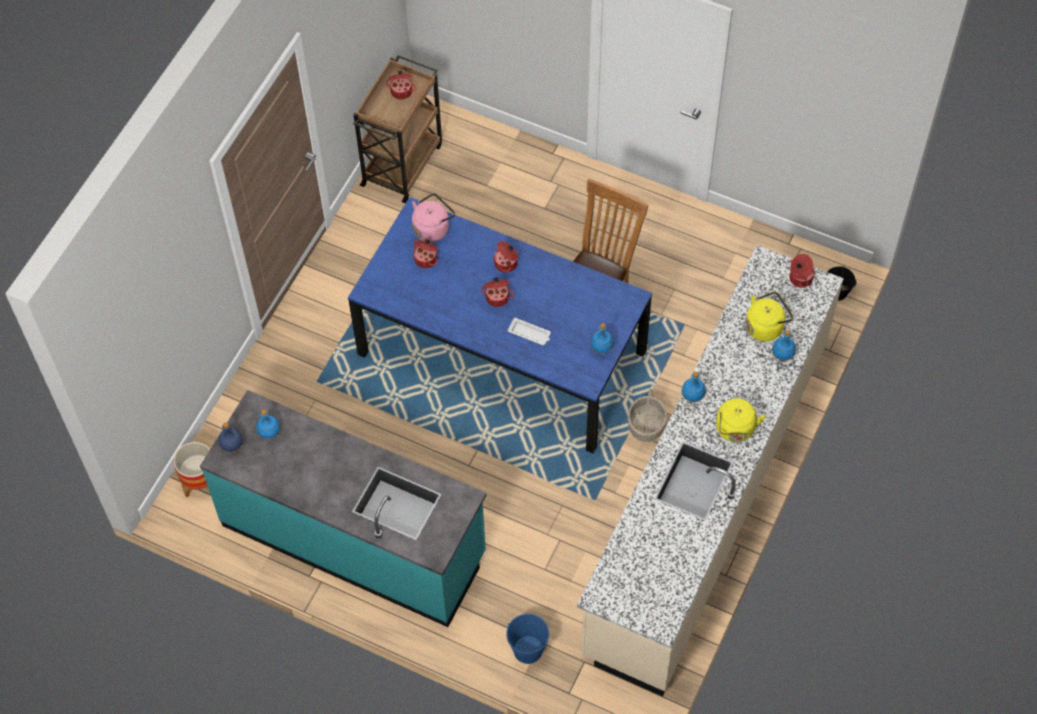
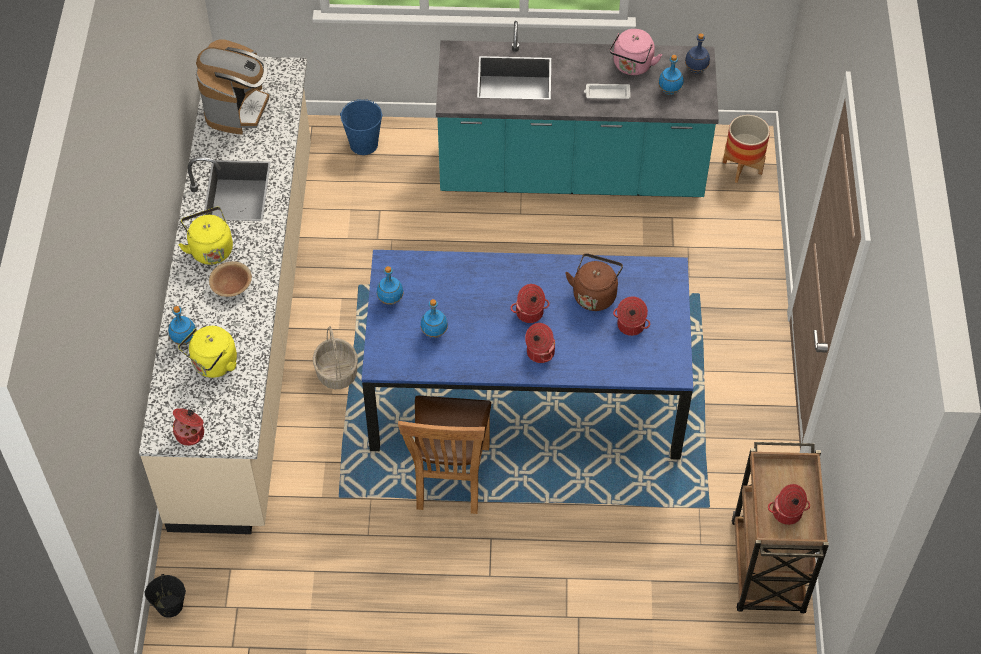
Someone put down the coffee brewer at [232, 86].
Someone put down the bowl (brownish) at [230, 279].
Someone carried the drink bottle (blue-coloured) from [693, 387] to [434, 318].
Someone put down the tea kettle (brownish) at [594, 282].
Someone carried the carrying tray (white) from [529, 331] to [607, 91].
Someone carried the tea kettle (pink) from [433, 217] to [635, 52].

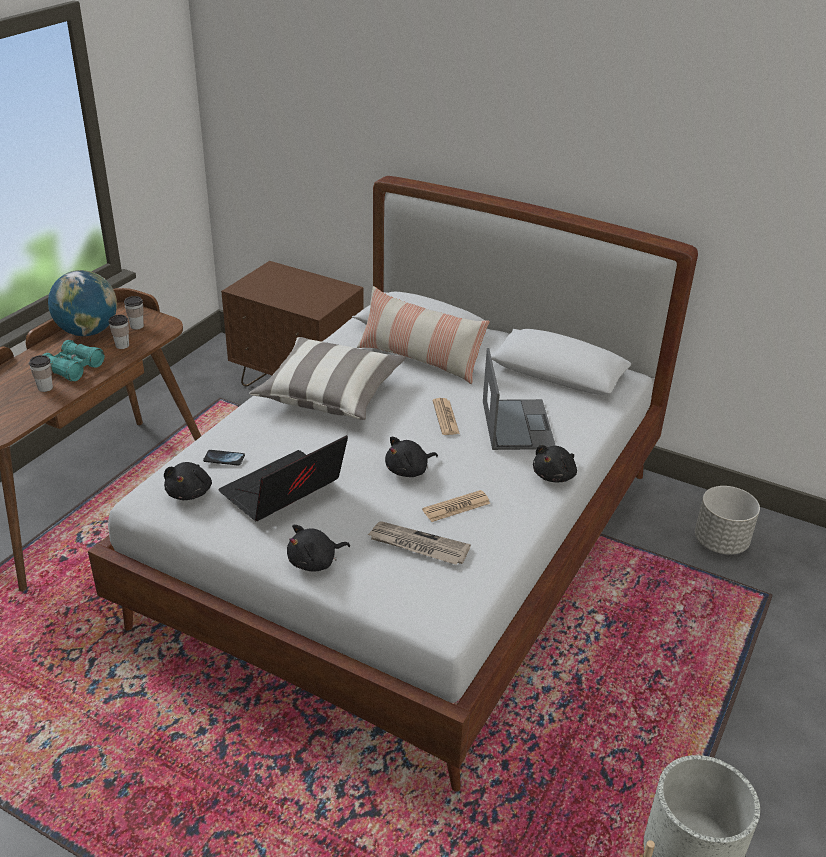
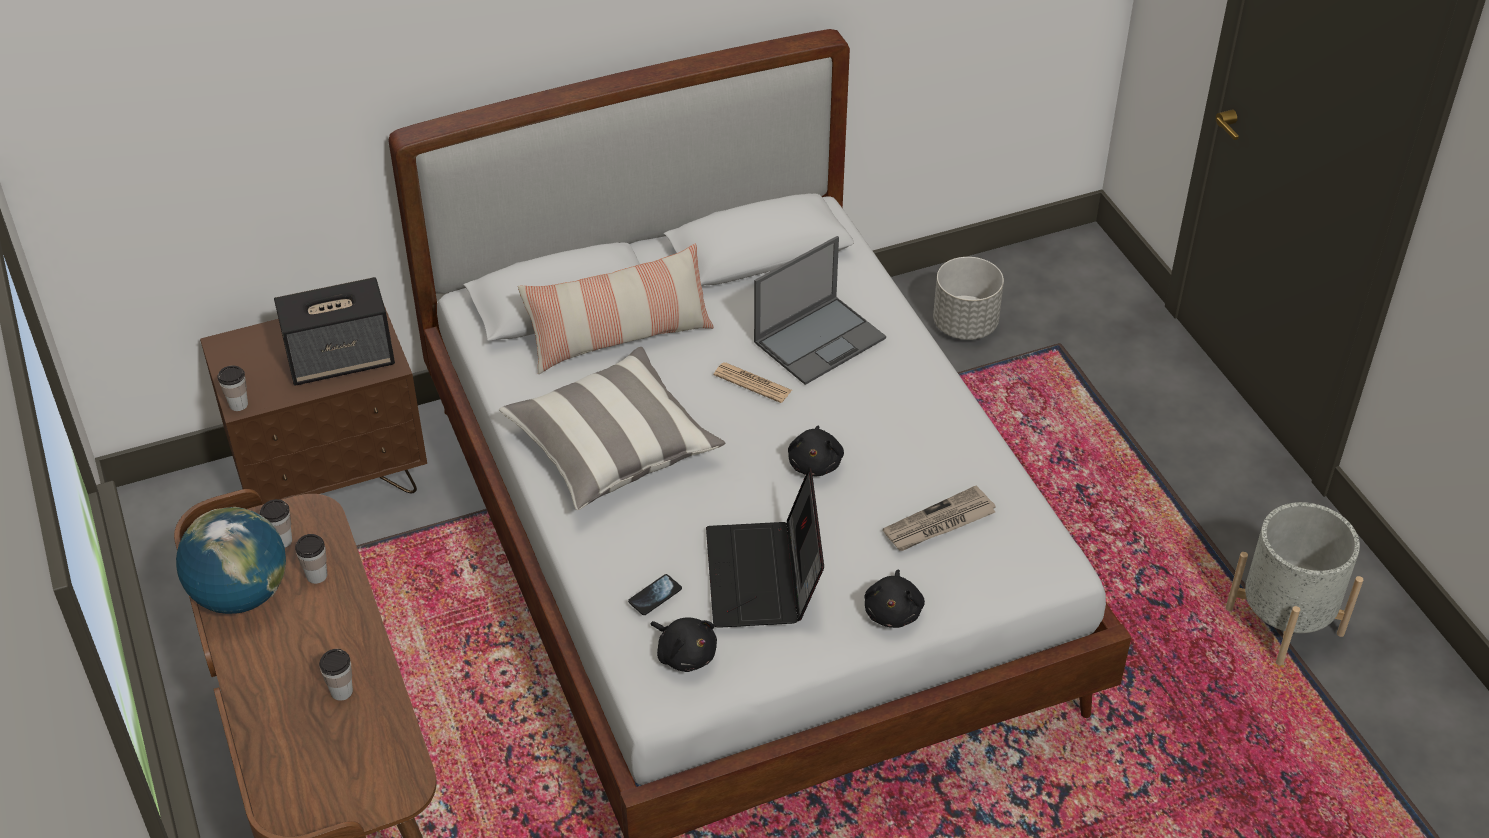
Someone put down the small cup at [232, 388].
Someone put down the audio speaker at [334, 331].
Someone rotated the portable computer at [519, 399] by 105 degrees clockwise.
Someone took away the pair of binoculars (blue-green) at [74, 361].
Someone took away the newspaper at [456, 506].
Someone took away the cuddly toy (blackish) at [555, 463].

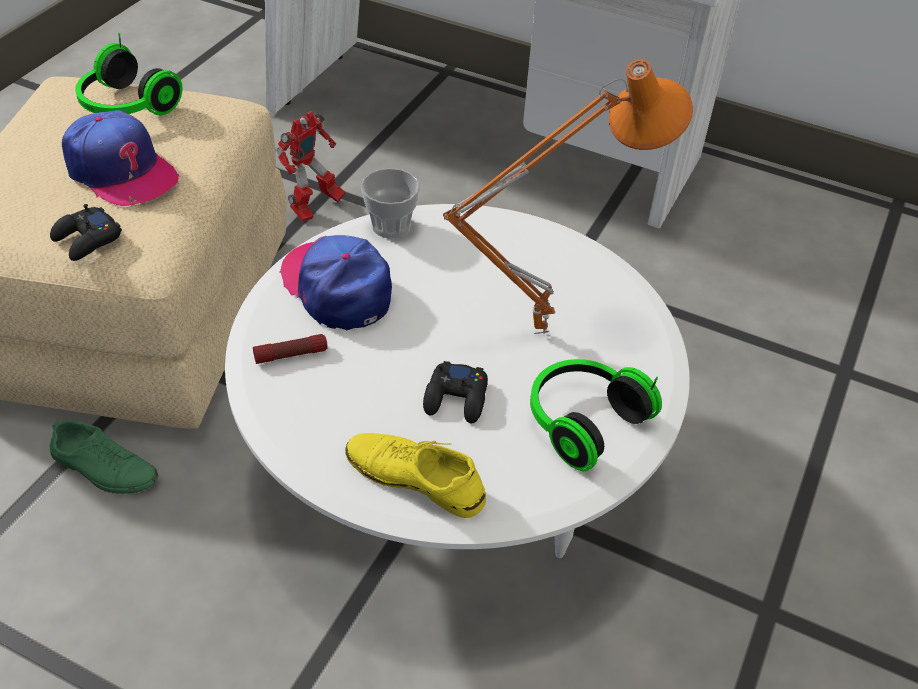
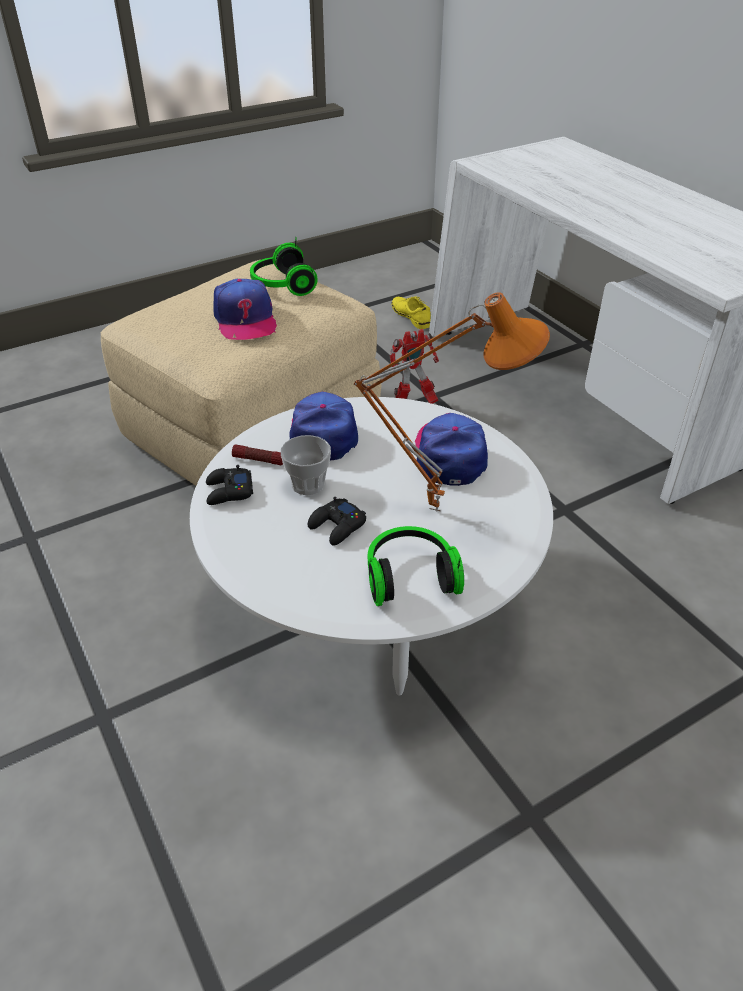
Someone carried the game controller (blackish) from [86, 232] to [229, 485].
Someone carried the small cup from [390, 203] to [306, 465].
Someone carried the low shoe (yellowish) from [415, 475] to [411, 312].
Someone put down the peaked cap at [451, 449].
Someone took away the low shoe (green-coloured) at [104, 457].

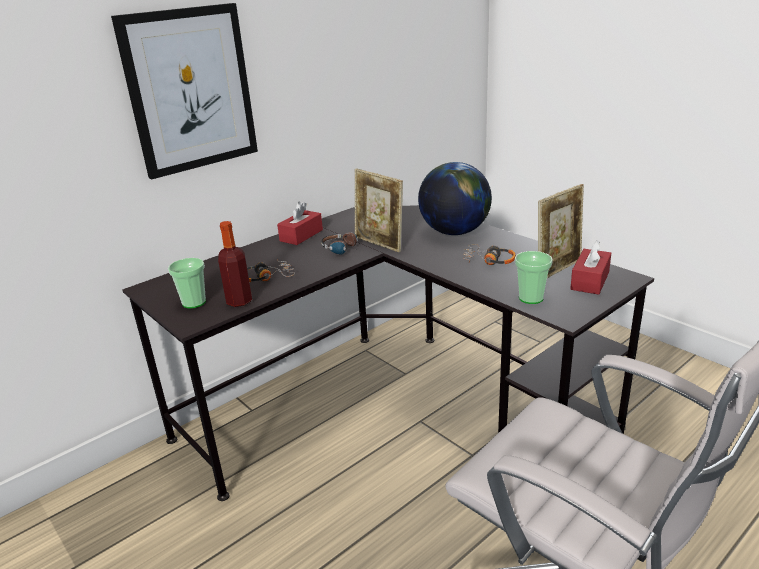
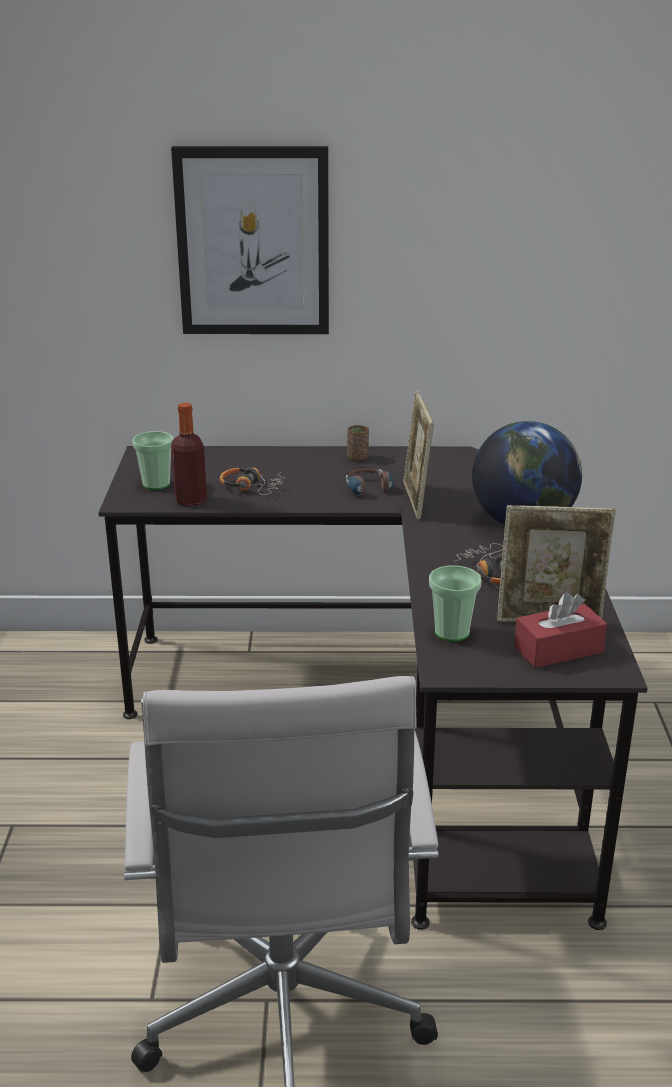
Someone swapped the box of tissues (reddish) at [300, 223] for the small cup (brownish) at [358, 443].

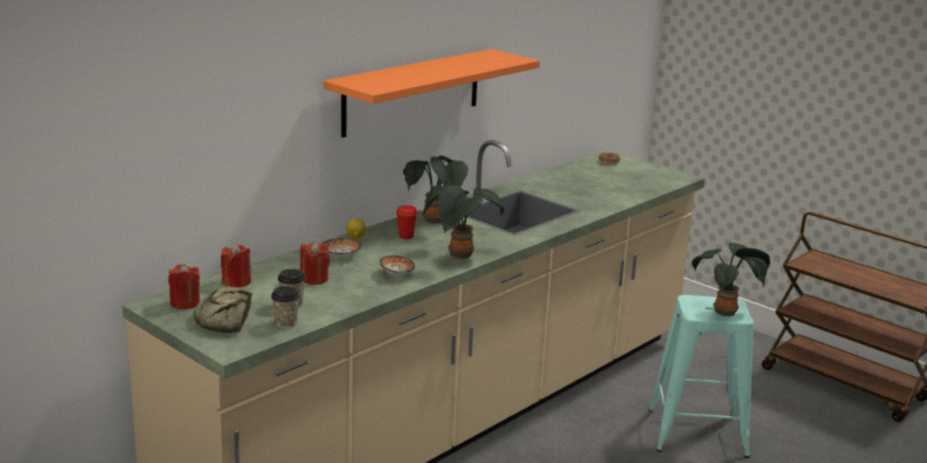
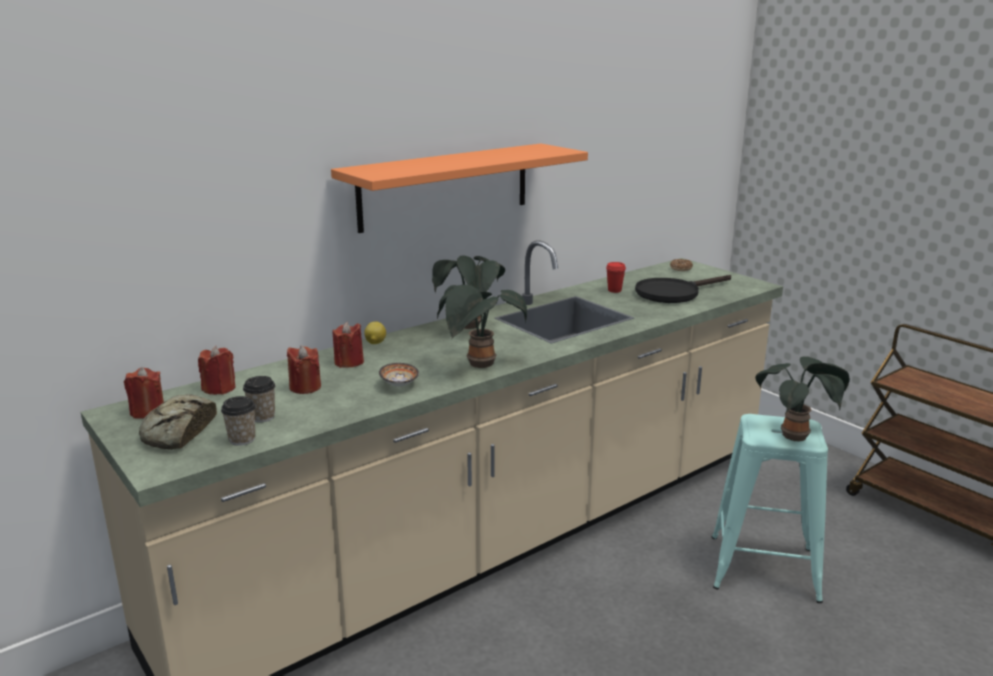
Someone swapped the bowl at [342, 247] for the candle (reddish) at [348, 345].
Someone carried the small cup (reddish) from [407, 222] to [616, 277].
Someone put down the pan (blackish) at [683, 289].

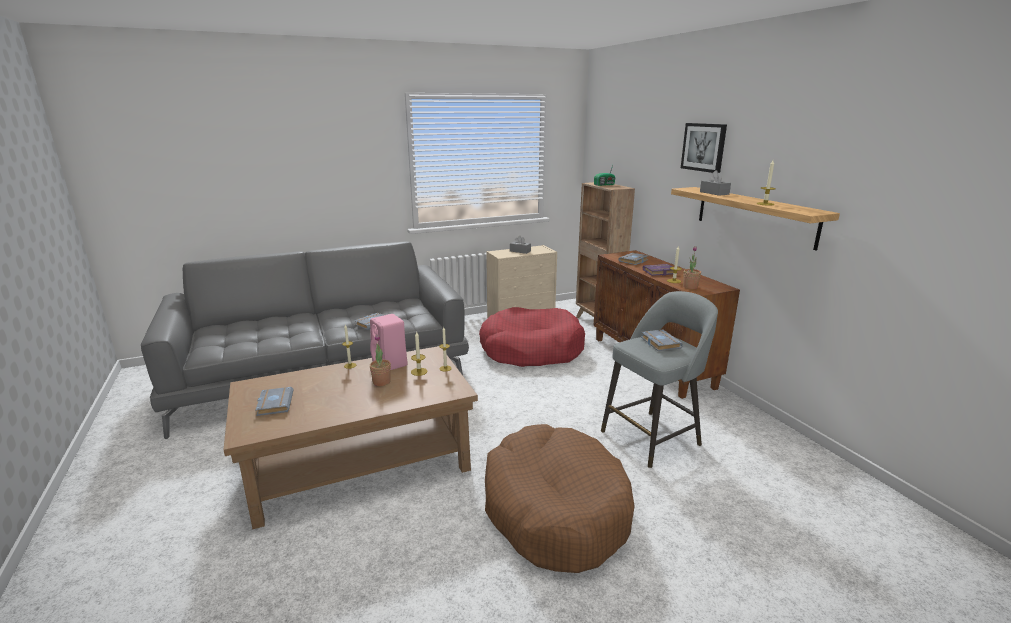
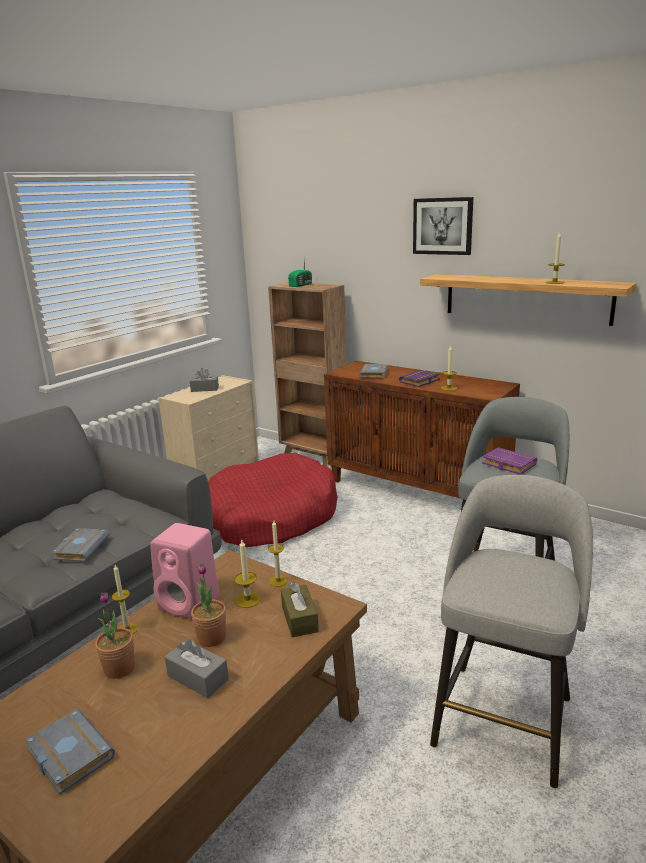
Someone carried the potted plant from [692, 267] to [115, 635].
Someone carried the box of tissues (gray) from [715, 183] to [197, 668].
Someone put down the box of tissues (brownish) at [300, 609].
Someone swapped the dog cushion (brownish) at [560, 498] for the stool seat (gray) at [511, 631].
Someone repainted the book (gray) at [662, 340], which became the book (purple) at [509, 461].

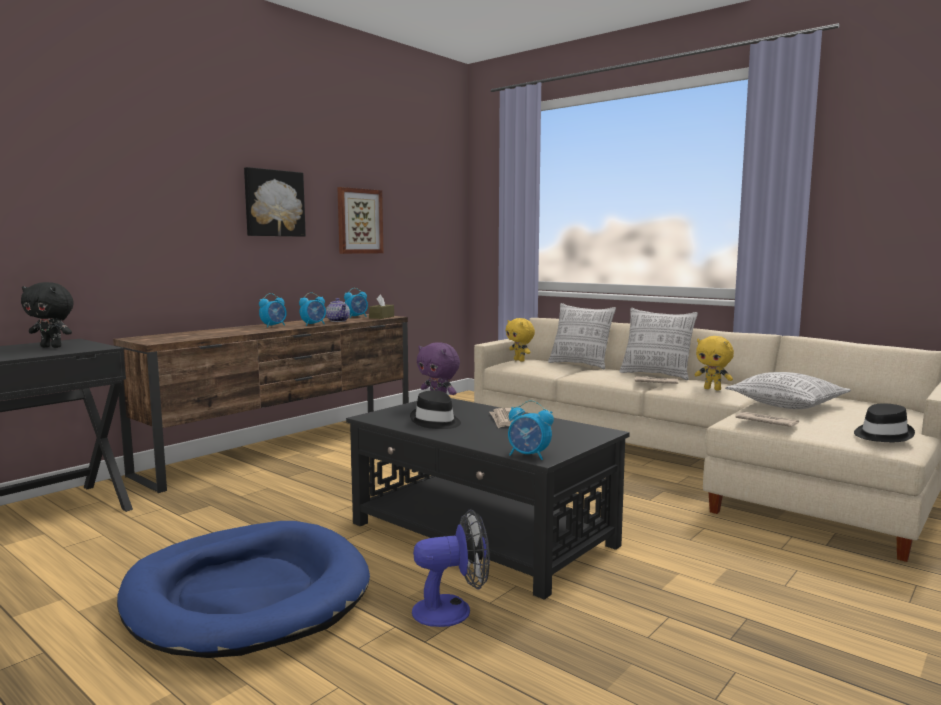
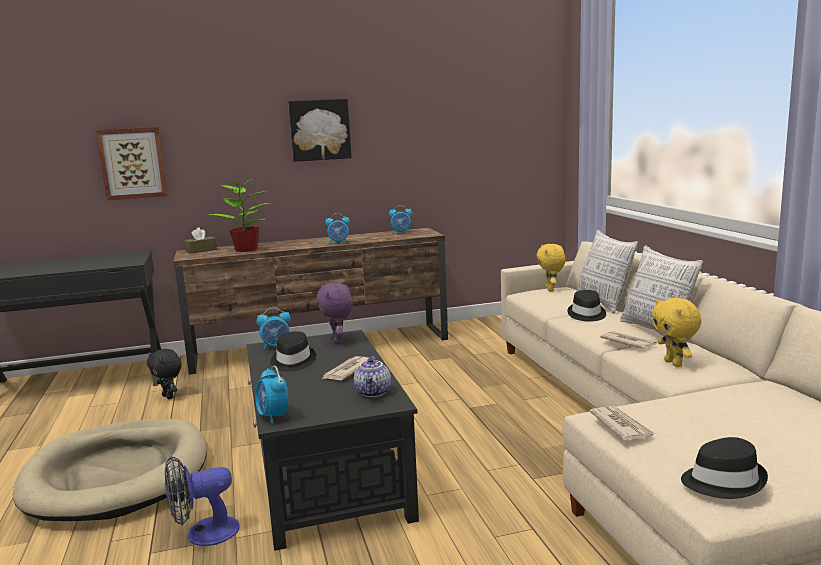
Someone repainted the dog cushion (blue-coloured) at [243, 589], which became the dog cushion (beige) at [110, 470].
Someone carried the wall art from [360, 220] to [132, 163].
Someone carried the cuddly toy (blackish) from [47, 315] to [164, 374].
Someone rotated the cooling fan at [451, 568] by 135 degrees clockwise.
Someone carried the box of tissues (brownish) from [381, 306] to [200, 240].
Someone put down the potted plant at [240, 214].
Someone carried the table clock from [273, 310] to [273, 328].
Someone carried the tea pot from [338, 310] to [372, 376].
Someone put down the wearable hat (blackish) at [586, 306].
Someone took away the throw pillow at [788, 390].

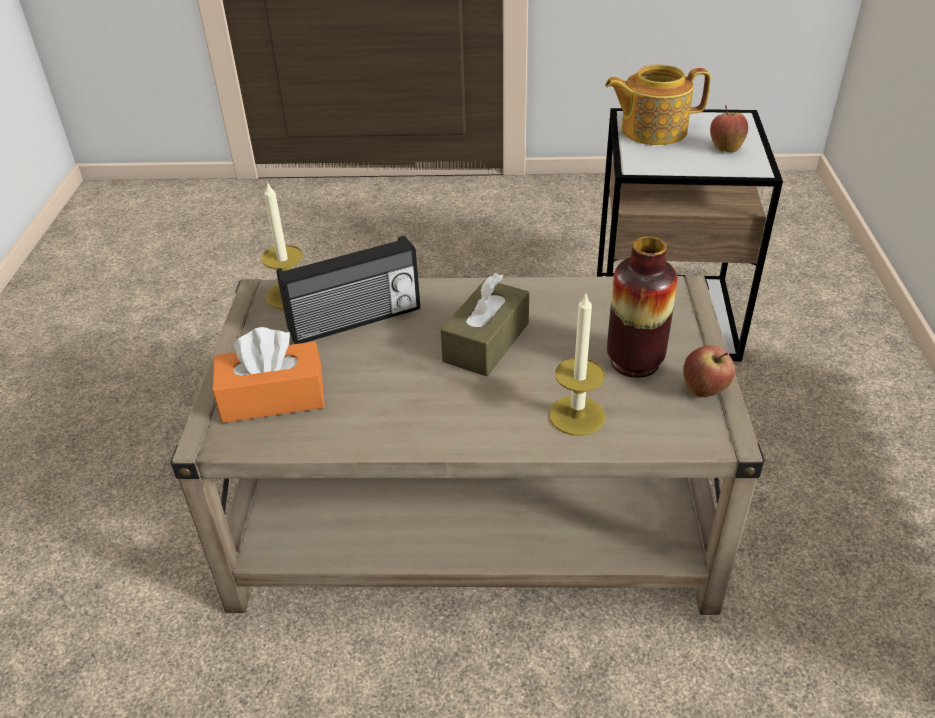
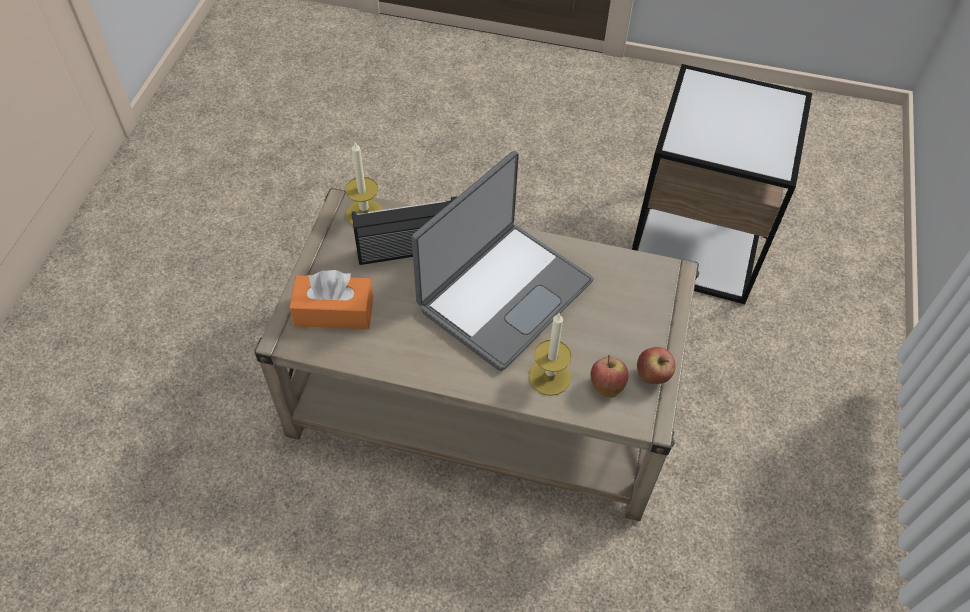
Someone swapped the box of tissues (brownish) at [484, 325] for the portable computer at [503, 261].
Someone carried the apple fruit from [729, 128] to [609, 376].
Someone took away the tea pot at [658, 104].
Someone took away the flower vase at [642, 307].

